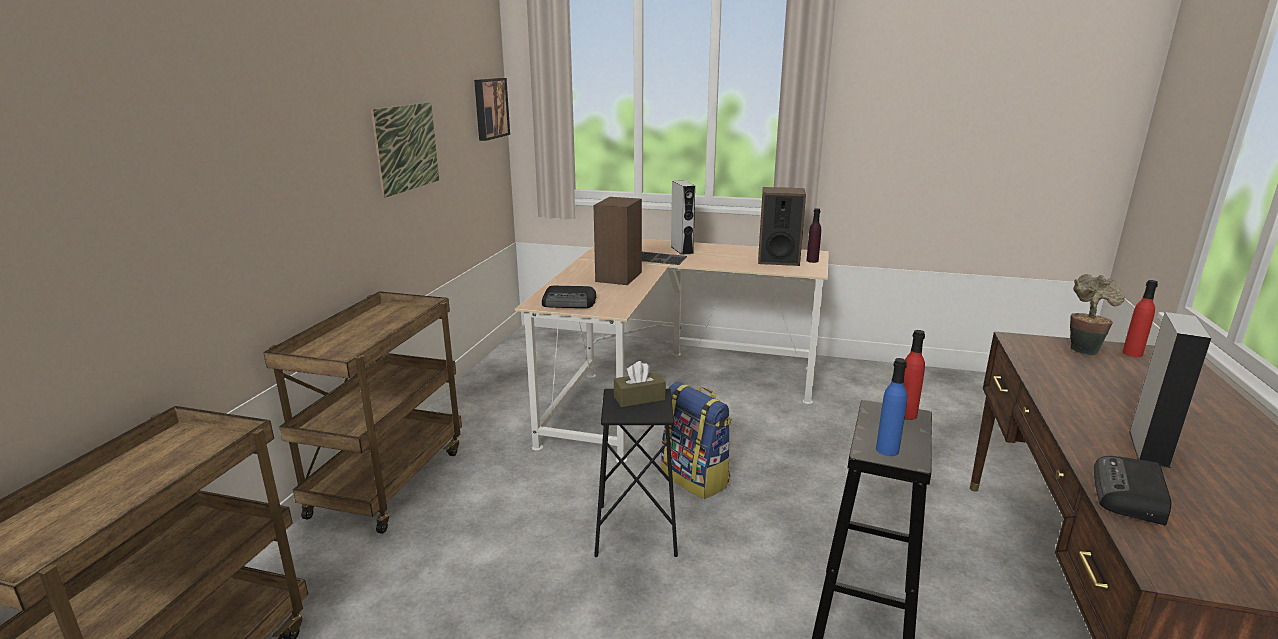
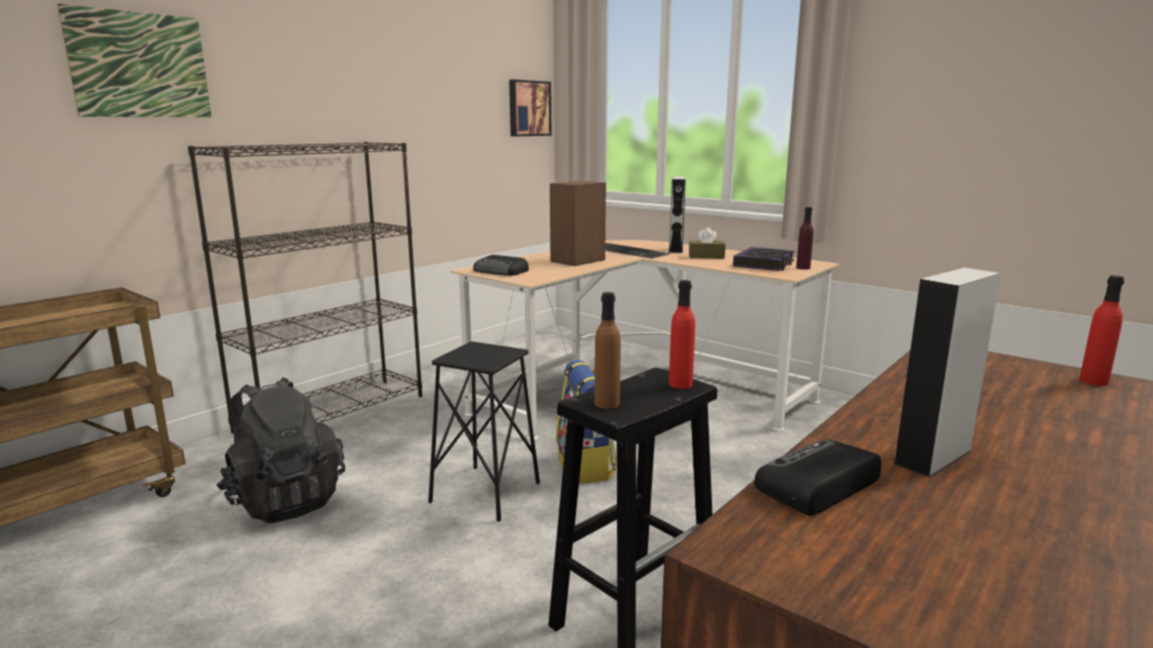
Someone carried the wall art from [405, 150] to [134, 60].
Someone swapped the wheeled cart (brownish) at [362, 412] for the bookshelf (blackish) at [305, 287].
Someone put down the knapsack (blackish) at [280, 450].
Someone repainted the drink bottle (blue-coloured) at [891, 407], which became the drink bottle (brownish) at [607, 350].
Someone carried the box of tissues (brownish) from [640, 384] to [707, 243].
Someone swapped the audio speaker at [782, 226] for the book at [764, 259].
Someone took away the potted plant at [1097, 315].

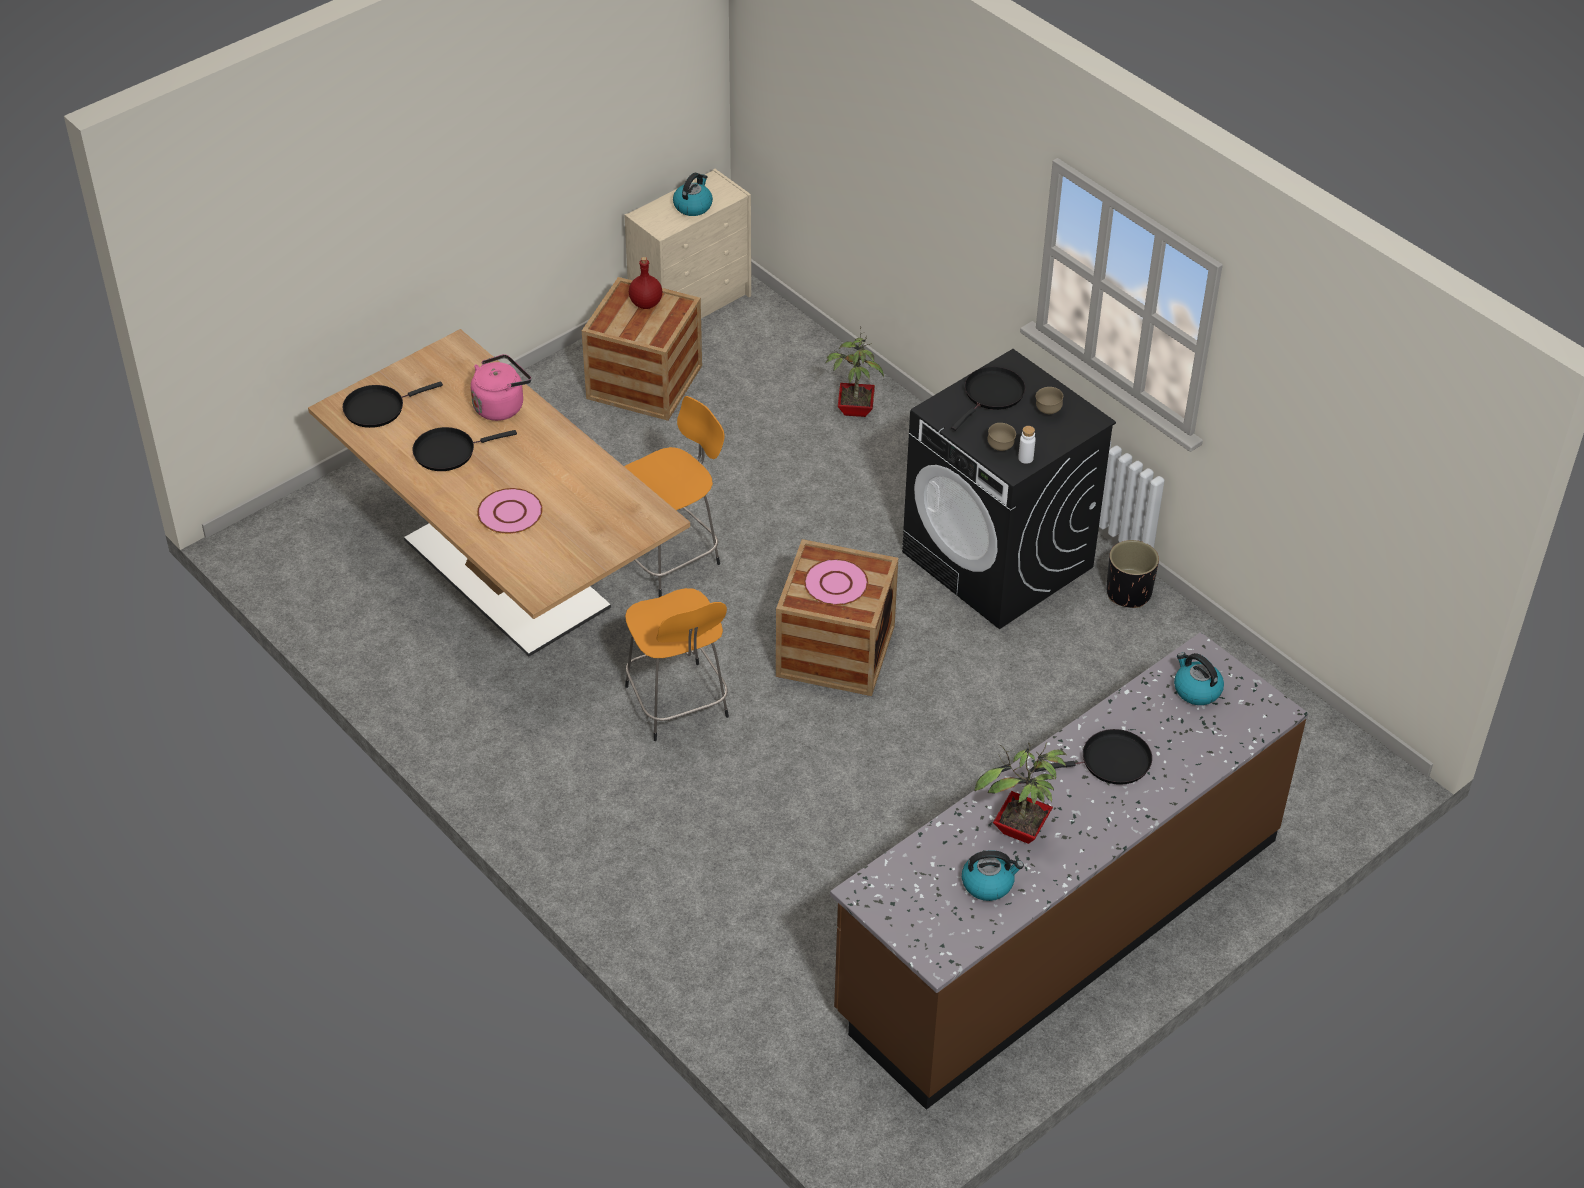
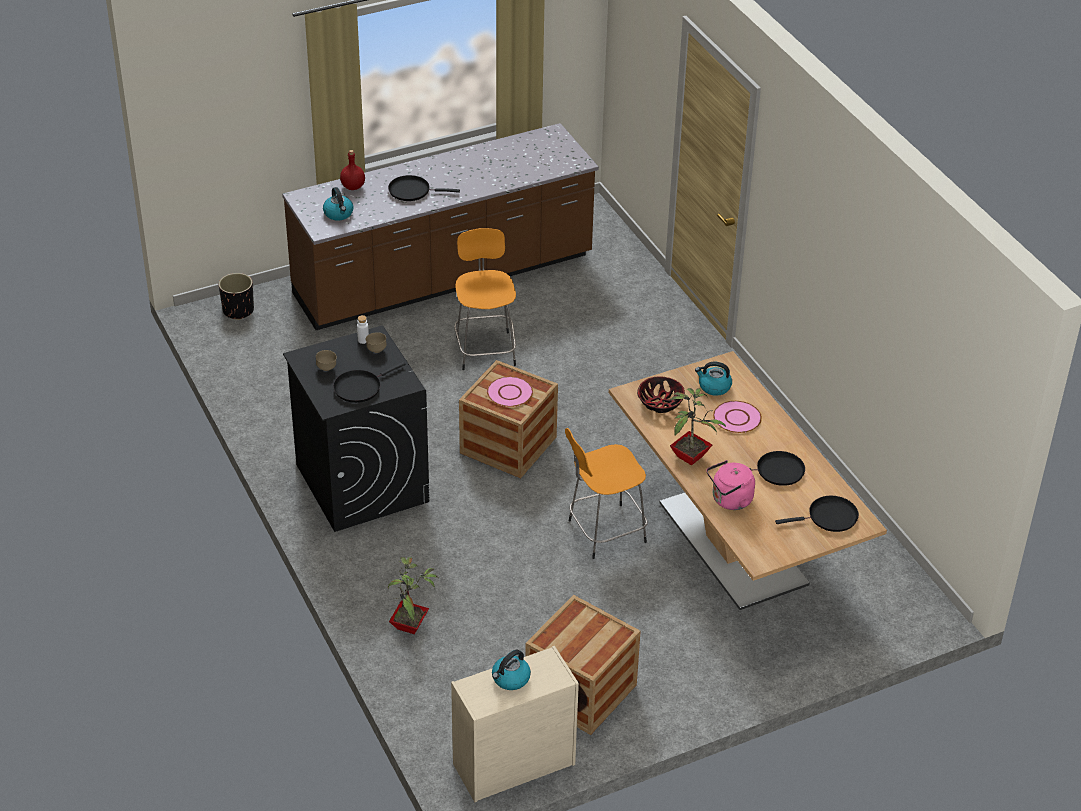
Someone carried the plant pot (blackish) from [1132, 574] to [236, 296].
Someone carried the drink bottle (reddish) from [645, 283] to [352, 170].
Someone carried the stool seat (orange-coloured) from [677, 664] to [485, 299].
Someone put down the bowl at [661, 395].
Someone carried the potted plant from [1020, 793] to [697, 427].
Someone carried the tea kettle from [993, 875] to [713, 379].

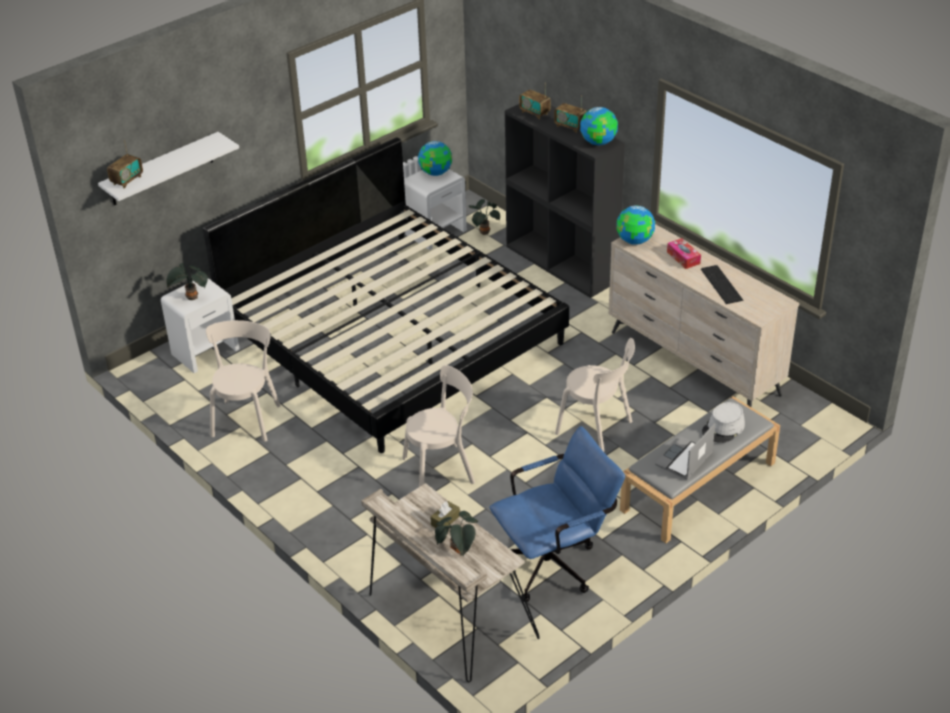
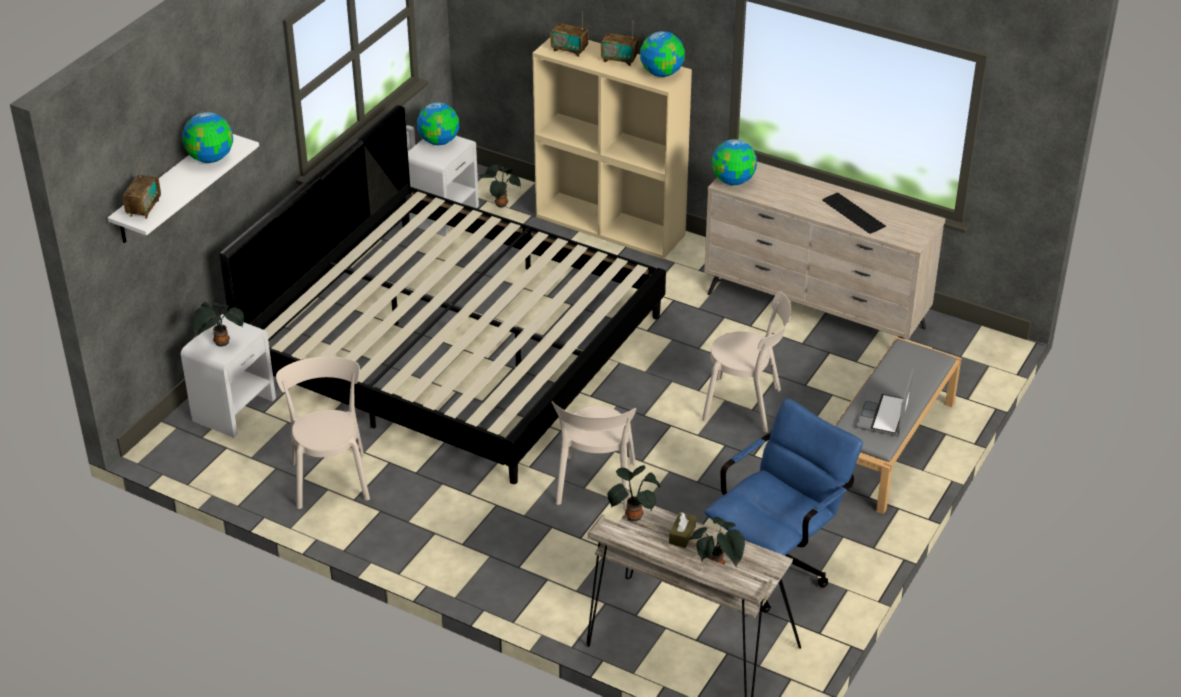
Someone put down the globe at [207, 137].
Someone repainted the bookshelf (blackish) at [565, 201], which became the bookshelf (beige) at [612, 148].
Someone rotated the chair (beige) at [438, 426] by 135 degrees clockwise.
Someone put down the potted plant at [634, 493].
Someone took away the box of tissues at [684, 253].
Someone took away the wearable hat (gray) at [723, 422].

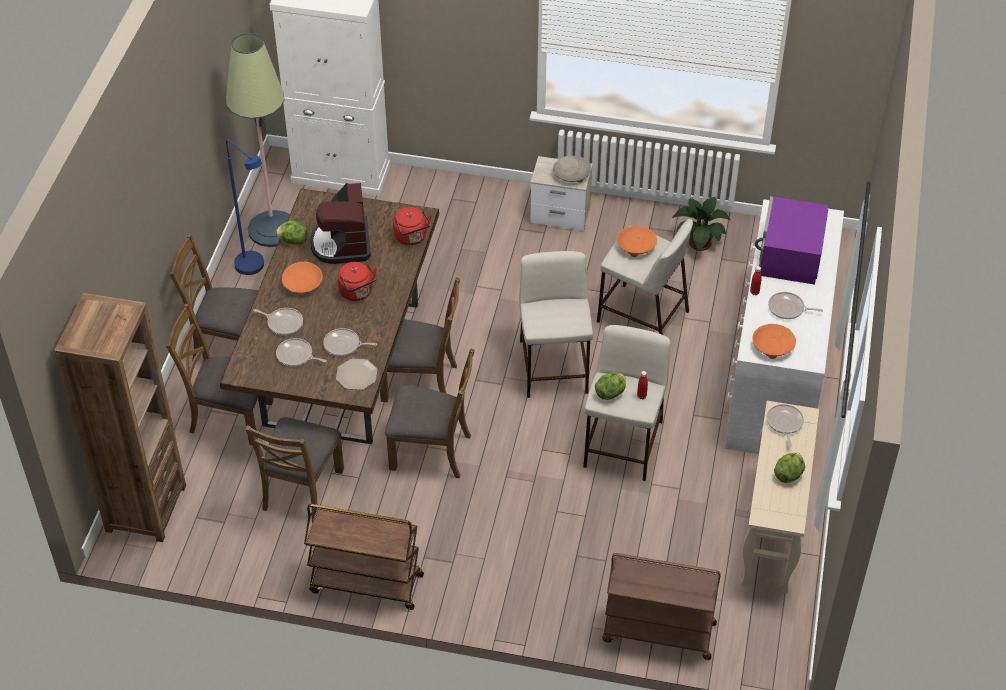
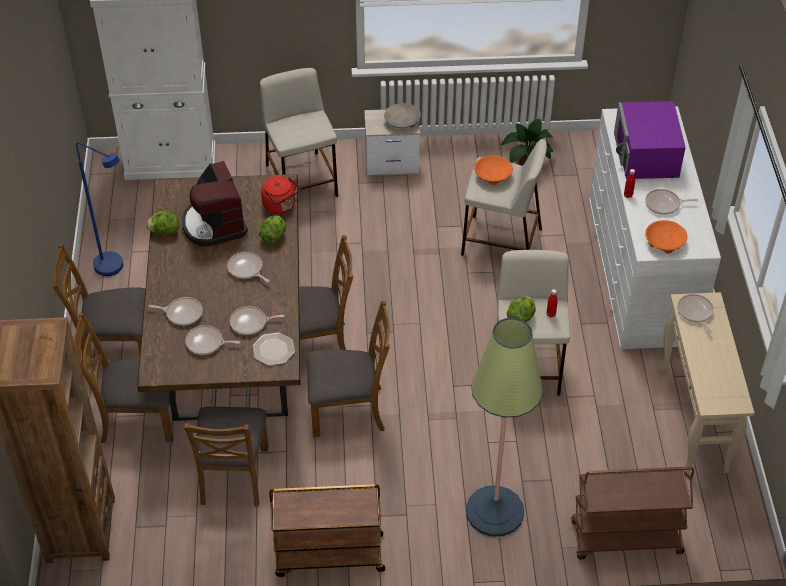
Someone swapped the tea kettle (reddish) at [357, 281] for the pan at [248, 267].
Someone carried the lettuce head from [789, 467] to [272, 229].
Someone carried the stool seat (beige) from [556, 324] to [299, 132].
Someone carried the floor lamp from [258, 140] to [504, 427].
Someone took away the bowl (orange-coloured) at [302, 277].

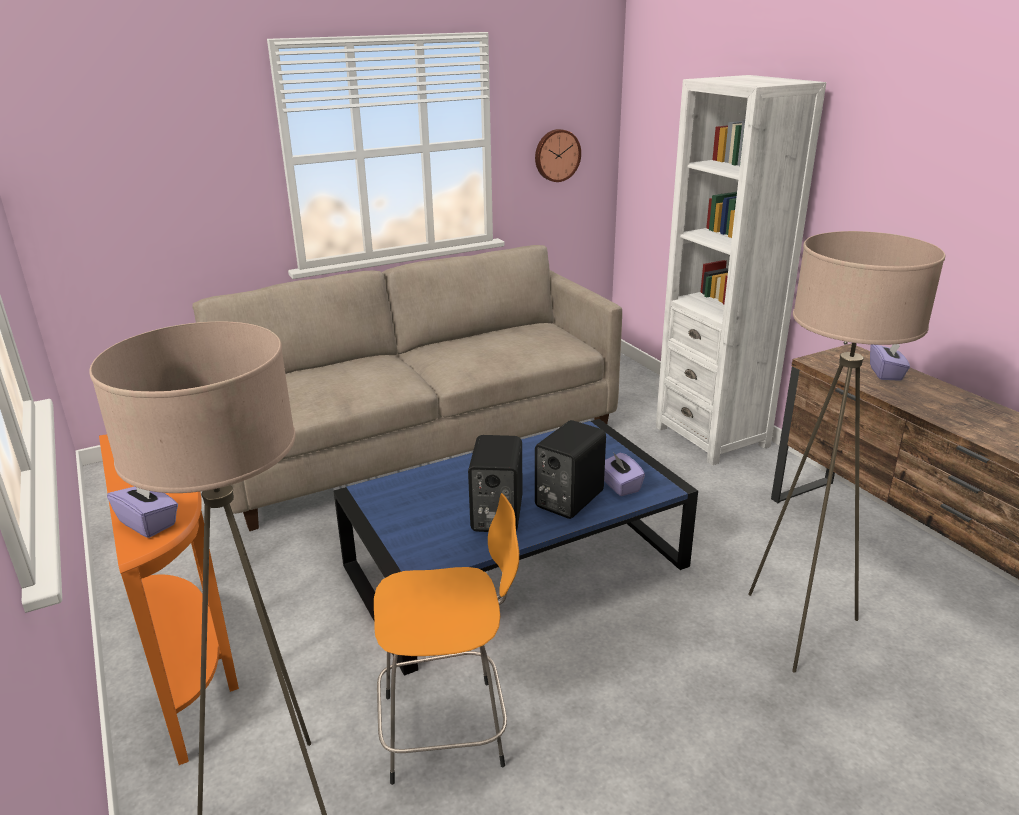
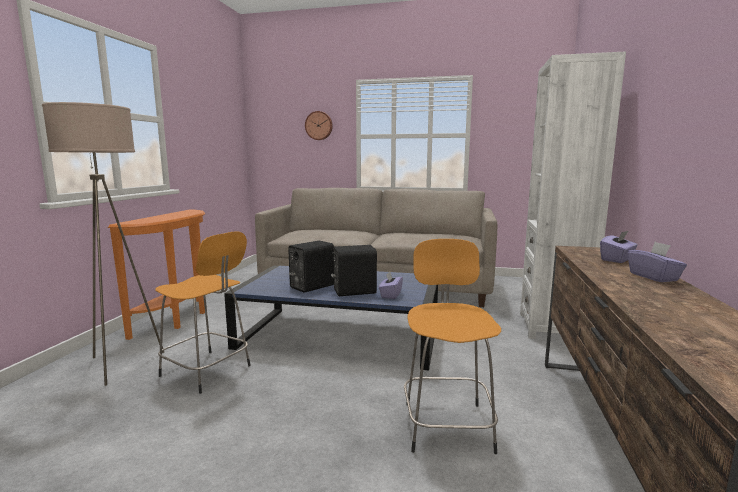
Someone carried the wall clock from [558, 155] to [319, 125].
Someone swapped the floor lamp (beige) at [846, 452] for the stool seat (orange-coloured) at [452, 346].
Someone carried the box of tissues (purple) from [142, 512] to [657, 262].

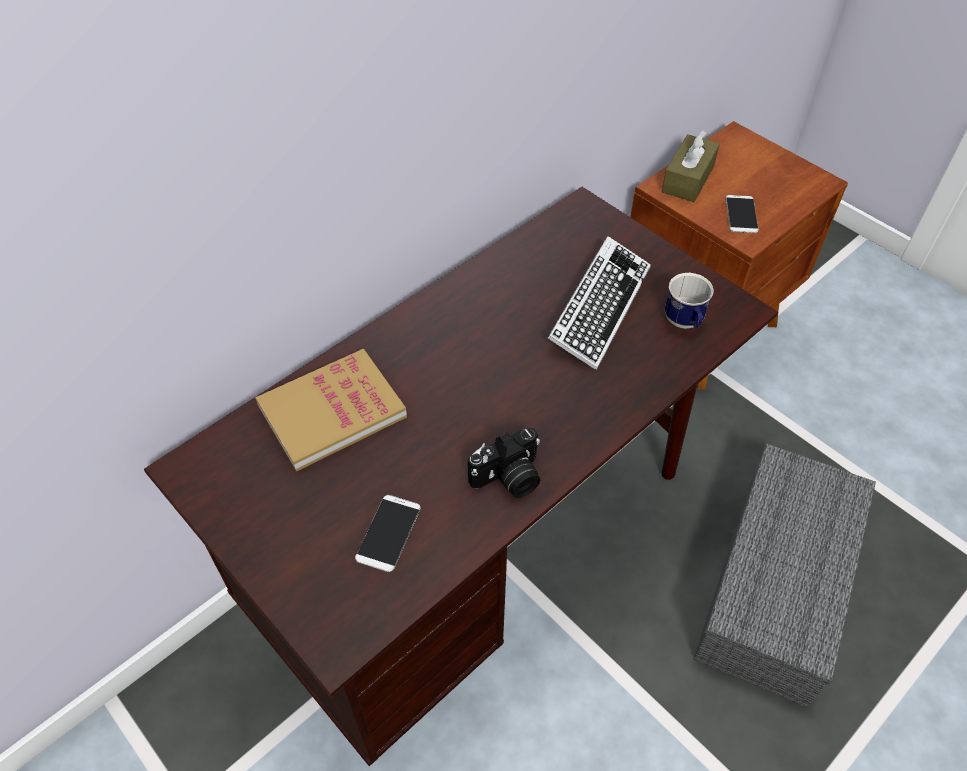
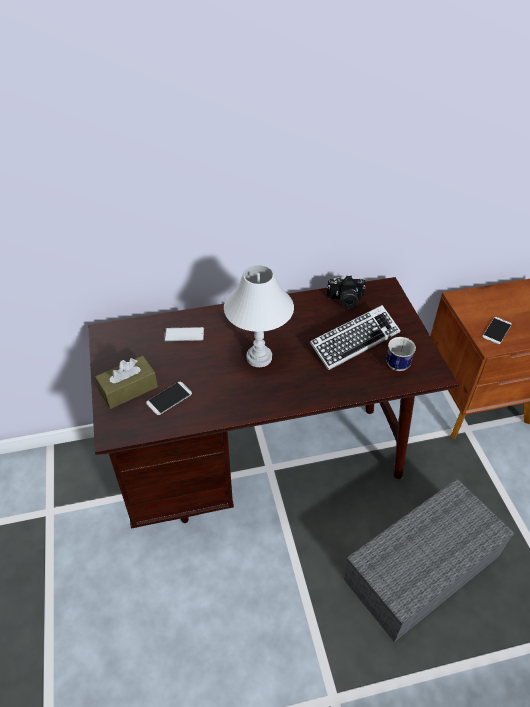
Someone carried the box of tissues (brownish) from [691, 166] to [126, 382].
Someone swapped the book at [331, 410] for the phone at [184, 334].
Someone put down the tabletop lamp (white) at [259, 316].
Someone carried the photo camera from [504, 463] to [346, 292].

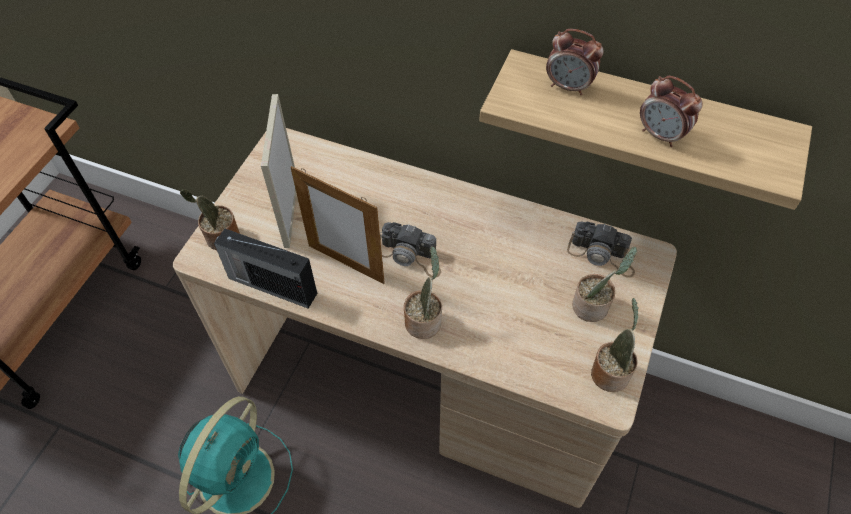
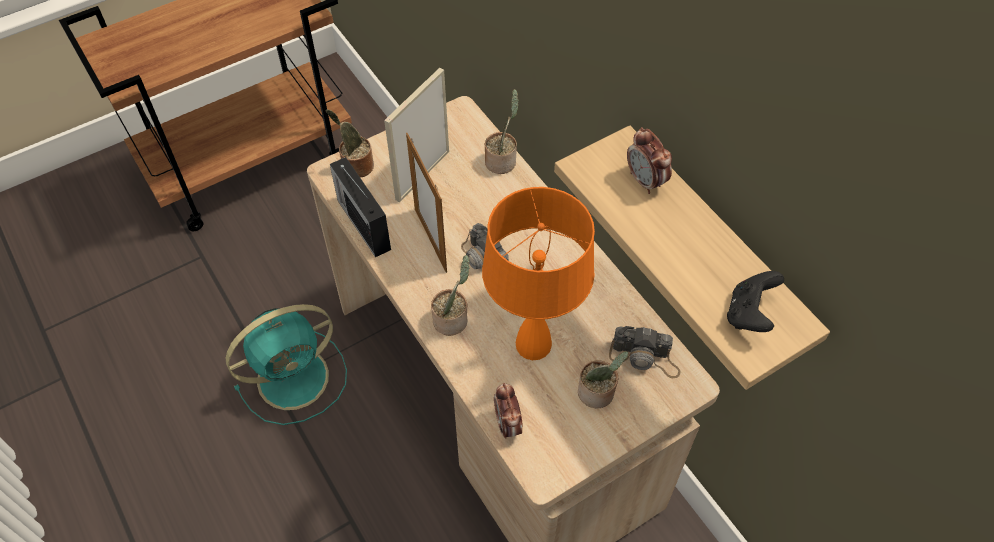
Someone put down the tabletop lamp (orange-coloured) at [538, 273].
Someone carried the potted plant from [615, 345] to [502, 131].
Someone carried the table clock from [671, 111] to [508, 411].
Someone rotated the photo camera at [601, 249] by 45 degrees counterclockwise.
Someone put down the game controller (blackish) at [755, 301].

